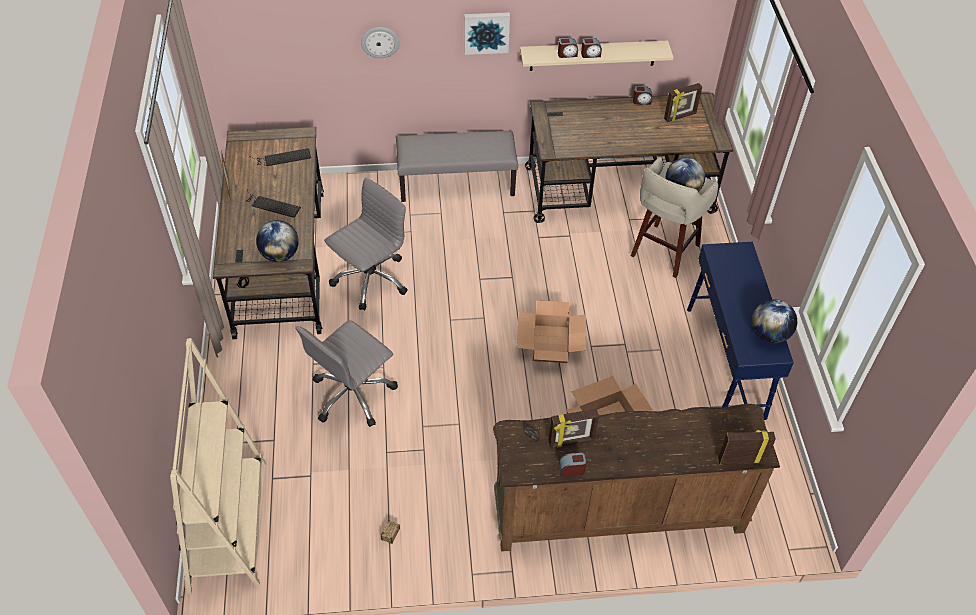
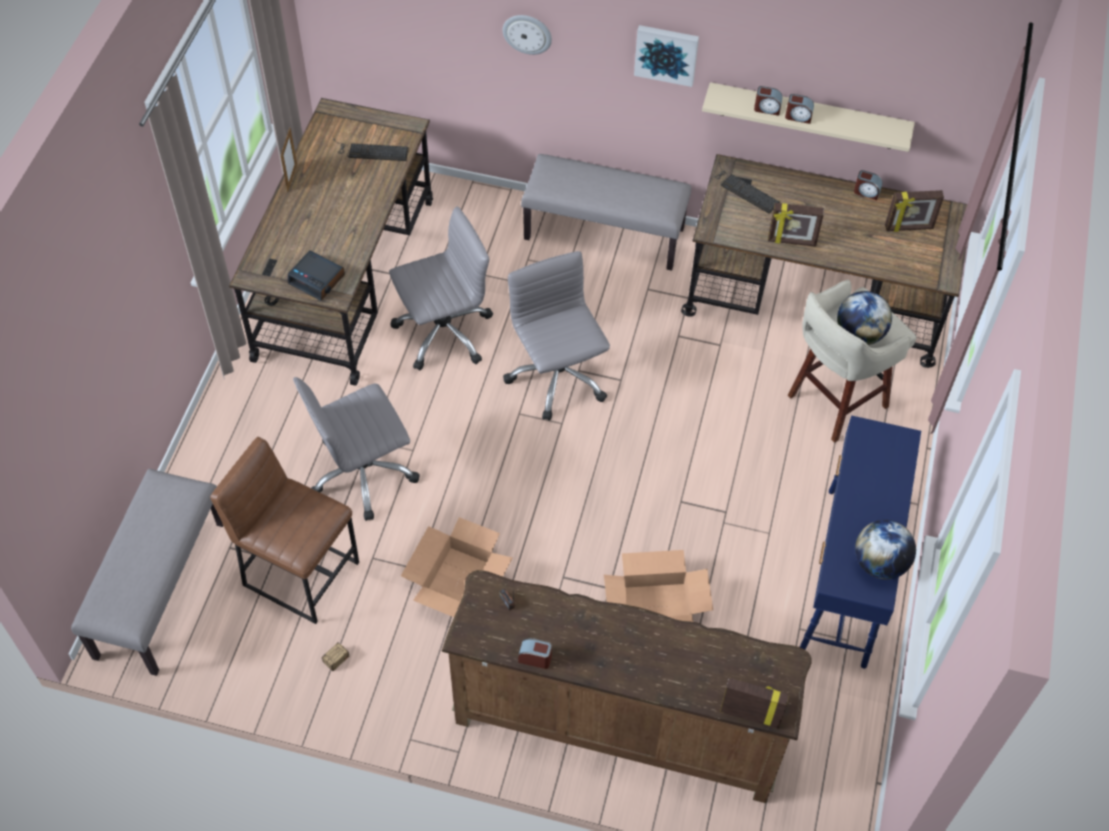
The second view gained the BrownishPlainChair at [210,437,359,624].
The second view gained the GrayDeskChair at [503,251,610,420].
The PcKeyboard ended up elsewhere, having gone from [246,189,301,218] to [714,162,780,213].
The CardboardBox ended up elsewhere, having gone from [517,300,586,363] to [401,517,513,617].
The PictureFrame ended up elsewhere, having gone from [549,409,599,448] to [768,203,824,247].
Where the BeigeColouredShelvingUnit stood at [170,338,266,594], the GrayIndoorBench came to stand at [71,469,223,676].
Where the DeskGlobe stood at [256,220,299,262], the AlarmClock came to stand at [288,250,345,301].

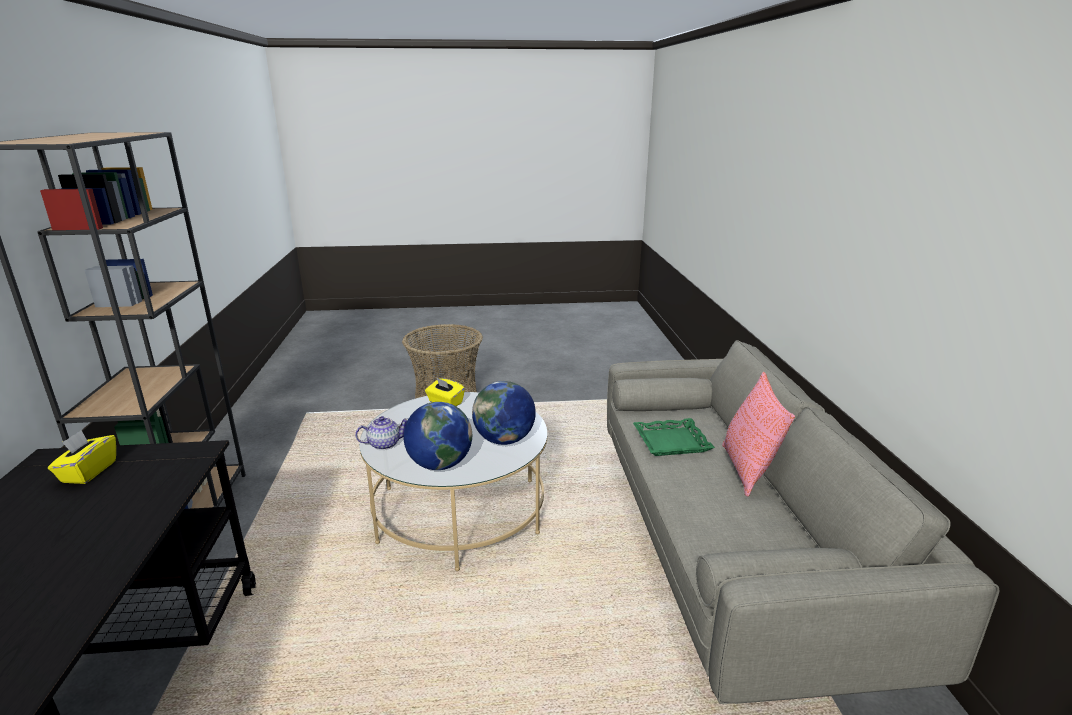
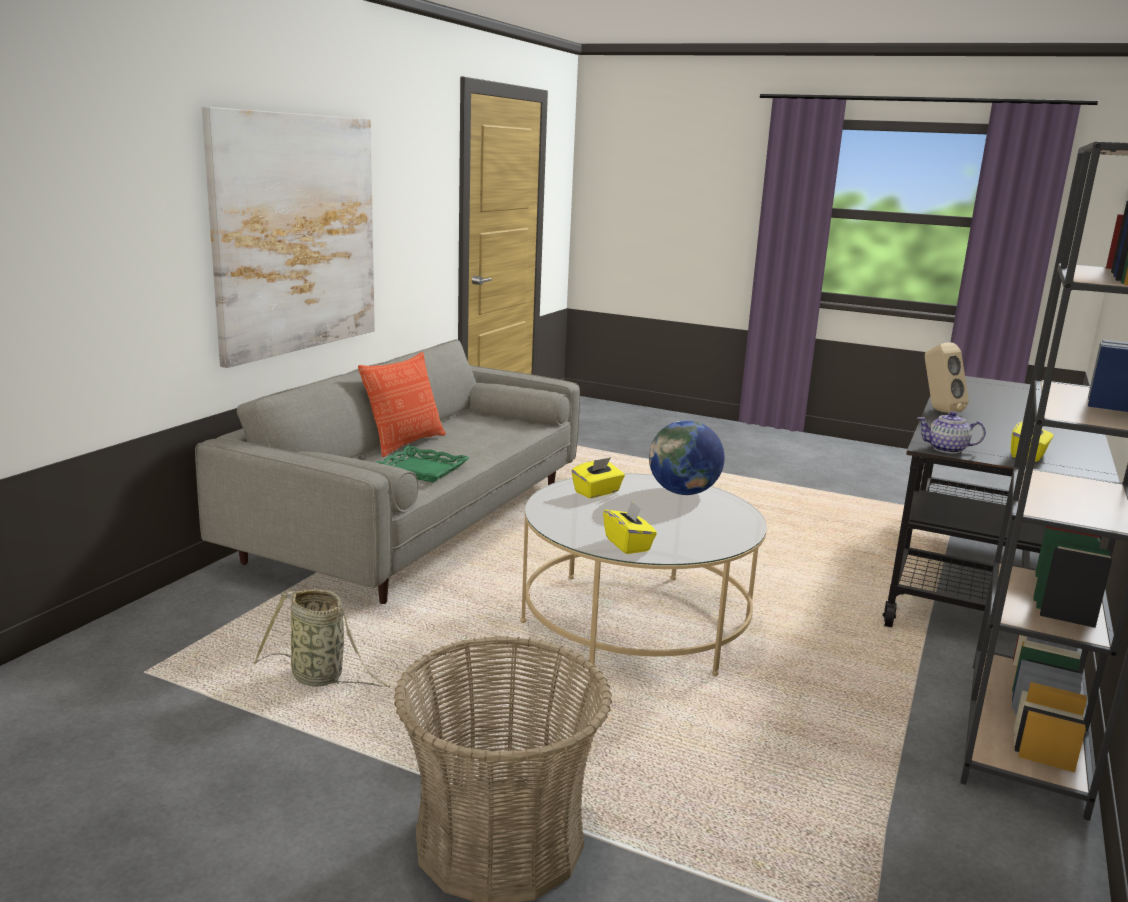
The second view gained the WallPicture at [202,107,375,368].
The second view gained the HouseholdBasket at [254,589,390,687].
The second view gained the BeigeColouredAudioSpeaker at [925,343,969,413].
The PotForTea ended up elsewhere, having gone from [355,416,408,450] to [917,411,986,454].
Where the DeskGlobe stood at [472,381,536,445], the YellowishTissueHolder came to stand at [572,457,625,499].
What was the PinkPillow at [722,372,795,497] turned into the OrangePillow at [358,352,446,457].

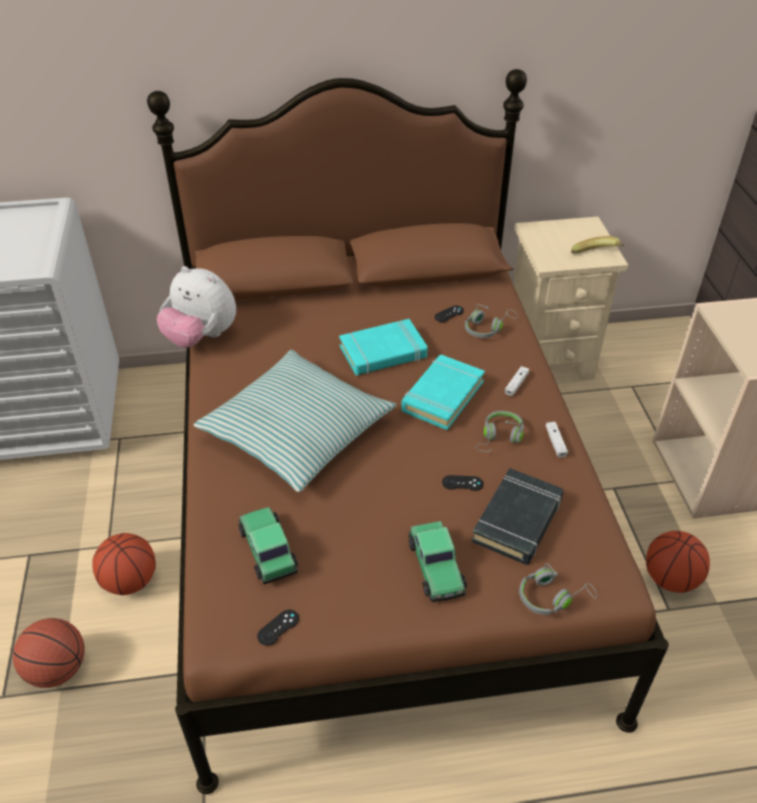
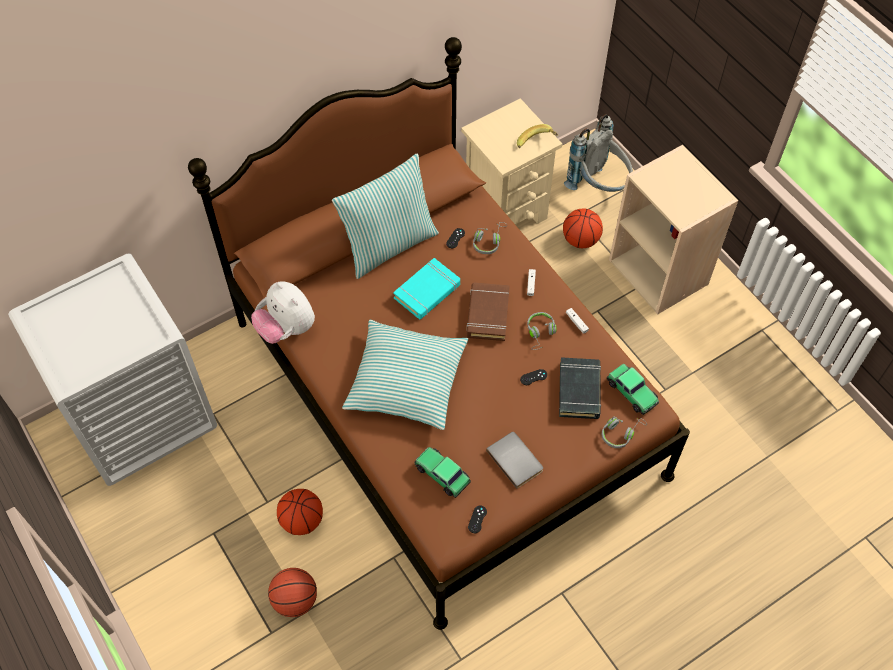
The second view gained the Pillow at [332,153,439,279].
The second view gained the GrayBook at [486,432,543,489].
The second view gained the GrayBackpack at [564,114,633,192].
The ModelCar ended up elsewhere, having gone from [408,521,467,602] to [607,364,659,415].
The BasketballBall ended up elsewhere, having gone from [646,531,710,593] to [563,209,603,248].
What was the BlueGreenBook at [401,355,485,430] turned into the BrownishBook at [467,283,510,341].
The PlushToy at [157,266,236,348] ended up facing another way, 45 degrees clockwise from before.

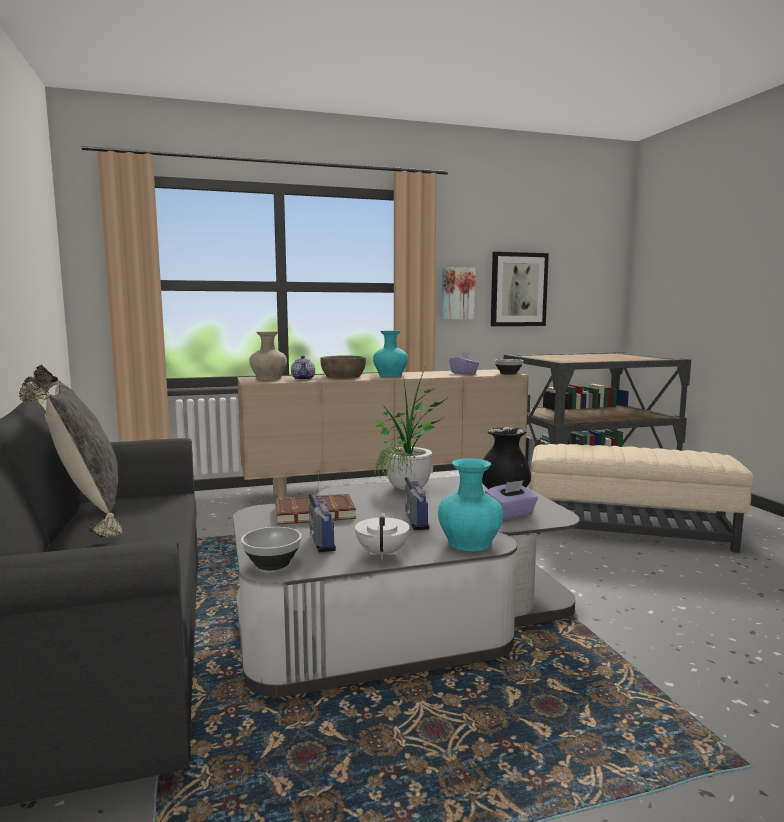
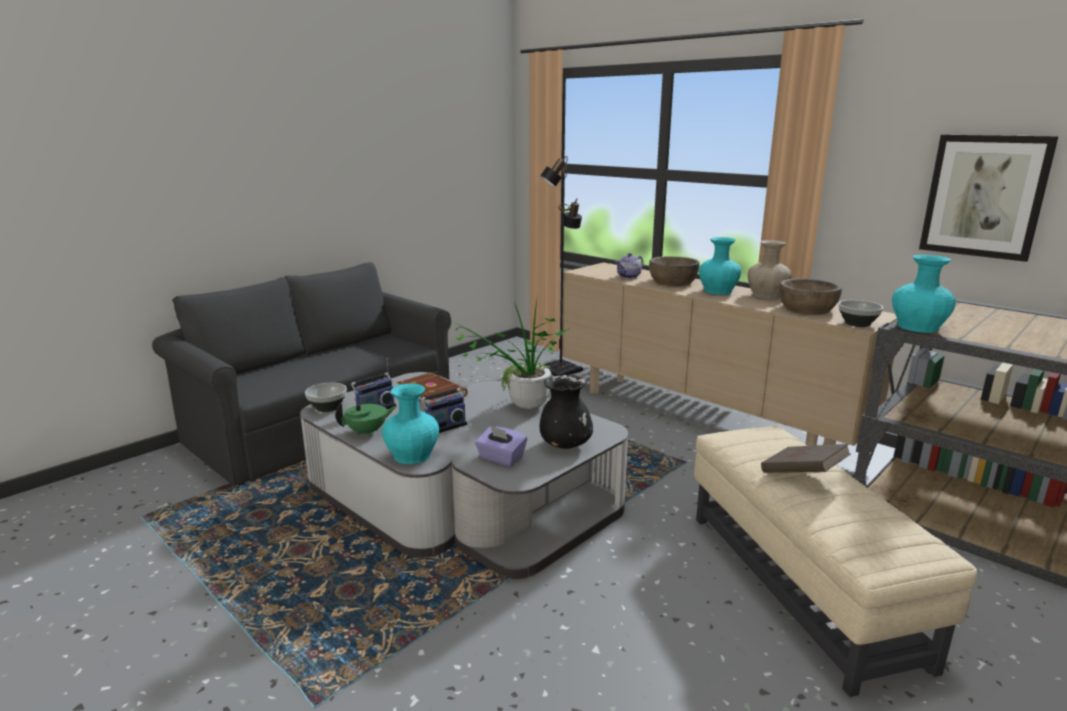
The second view lost the Pillow at [17,365,123,538].
The second view lost the WallPicture at [442,267,476,320].
The second view gained the BlackFloorLamp at [540,156,583,376].
The second view gained the BrownishBook at [761,444,851,473].
The second view gained the BlueGreenFlowerVase at [892,255,956,333].
The BeigeColouredFlowerVase ended up elsewhere, having gone from [250,331,287,380] to [748,240,792,299].
Where the PurplishTissueHolder stood at [449,352,479,375], the BrownishServingBowl came to stand at [779,279,842,315].
What was the WhitePotForTea at [355,513,410,559] turned into the GreenPotForTea at [335,403,397,437].

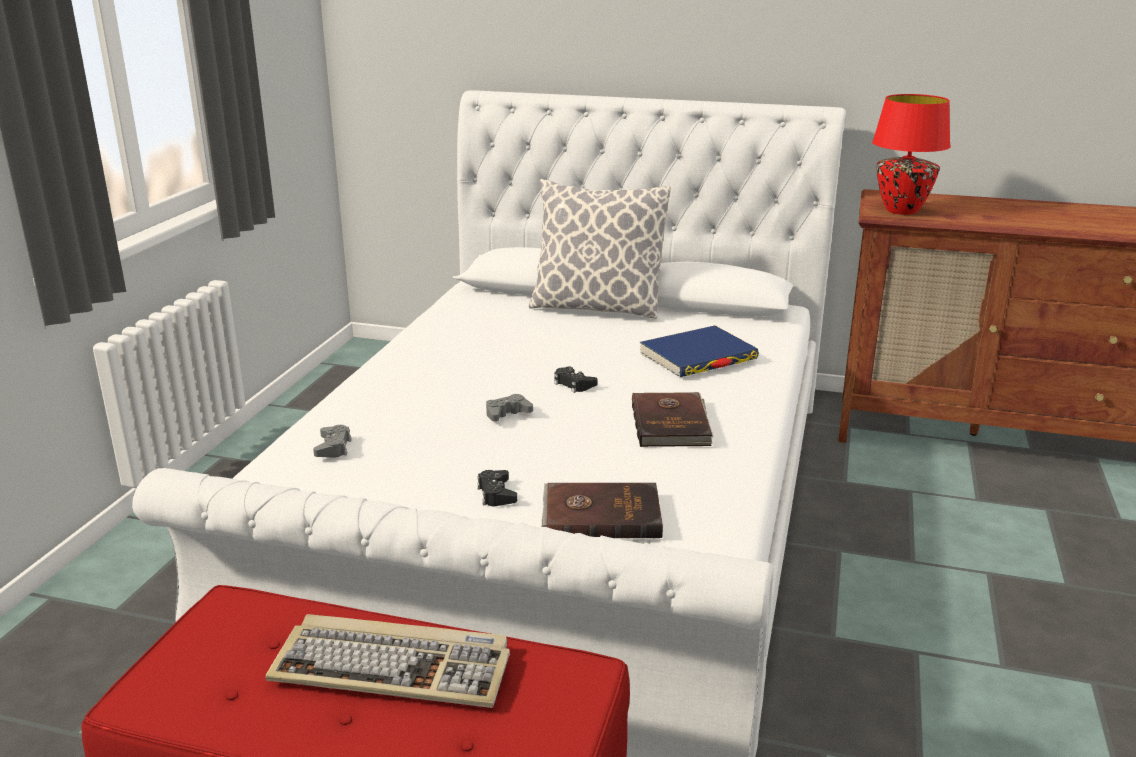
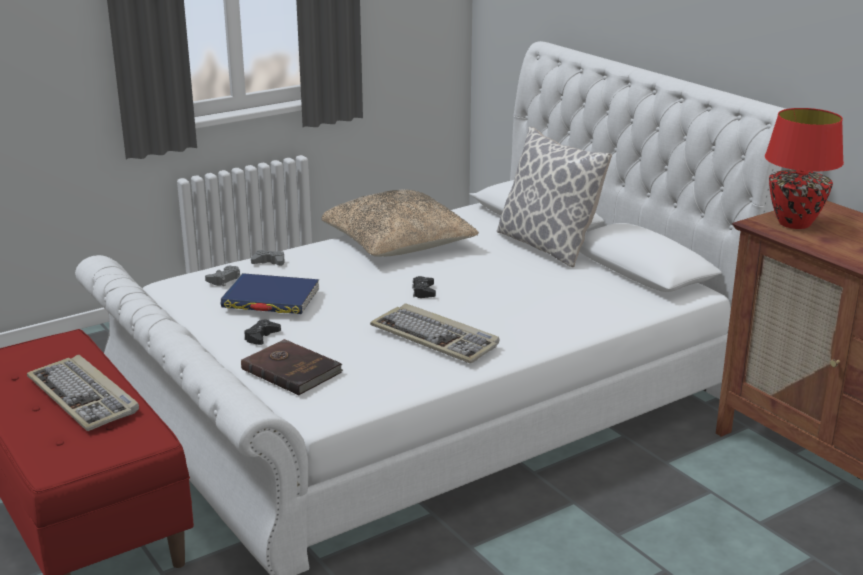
The second view gained the BeigeColouredPillow at [321,190,479,257].
The GrayGameController ended up elsewhere, having gone from [486,394,533,421] to [251,250,285,266].
The BlueBook ended up elsewhere, having gone from [640,326,759,377] to [221,273,319,314].
Where the BrownishBook stood at [632,392,713,447], the PcKeyboard came to stand at [370,303,499,364].

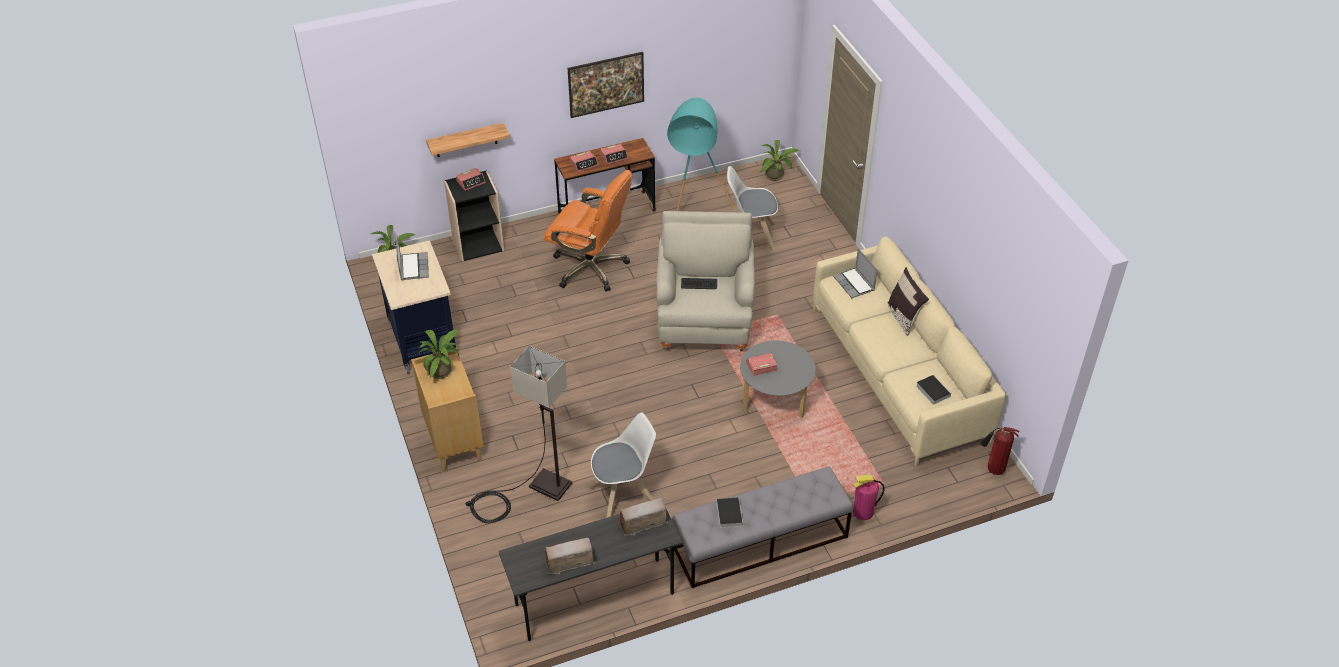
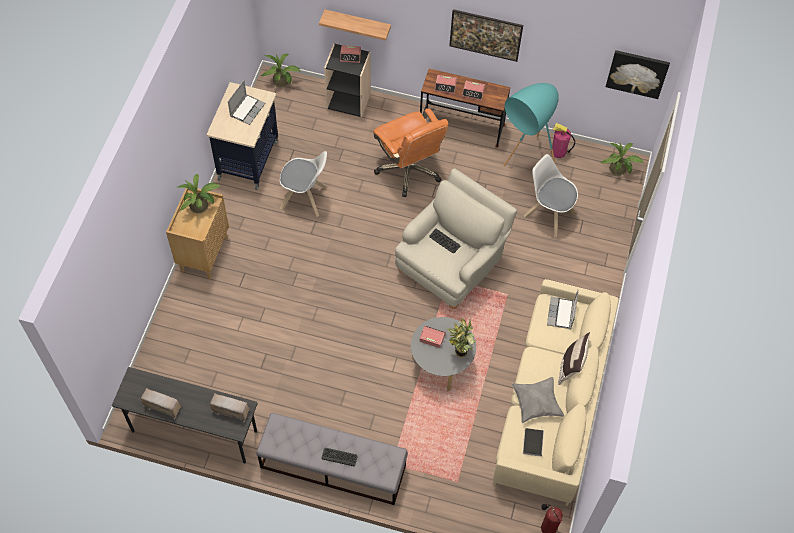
The second view lost the FloorLamp at [466,346,572,523].
The second view lost the Book at [717,497,743,528].
The second view gained the PcKeyboard at [321,448,358,466].
The second view gained the Houseplant at [447,318,476,358].
The second view gained the GrayPillow at [512,377,564,423].
The second view gained the WallPicture at [606,50,670,99].
The PlainChair ended up elsewhere, having gone from [588,413,656,518] to [280,151,327,217].
The Extinguisher ended up elsewhere, having gone from [853,475,885,520] to [551,123,575,158].

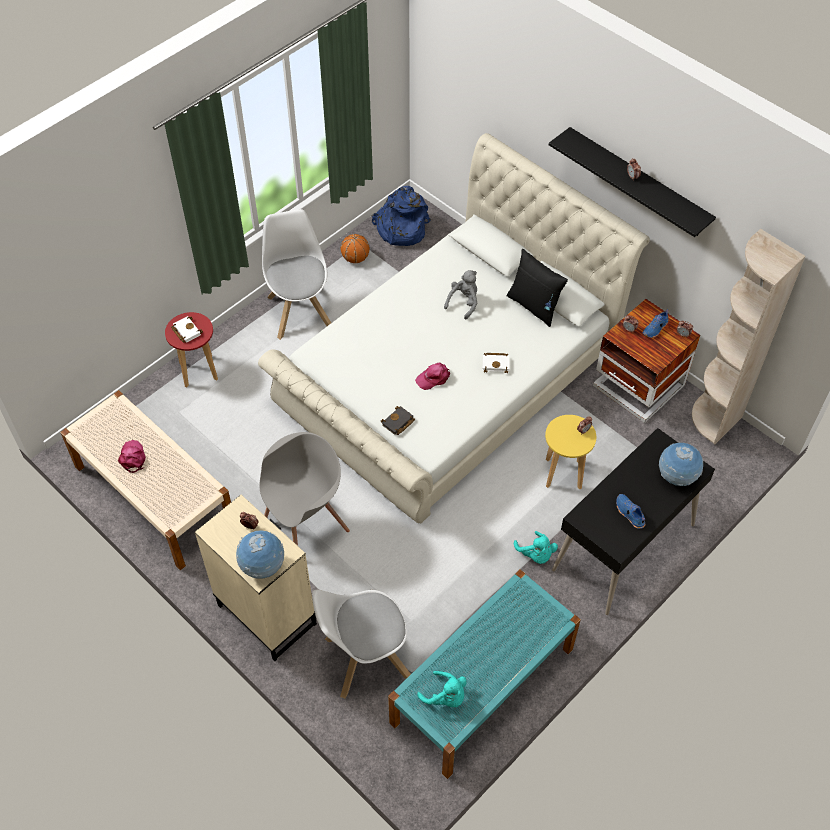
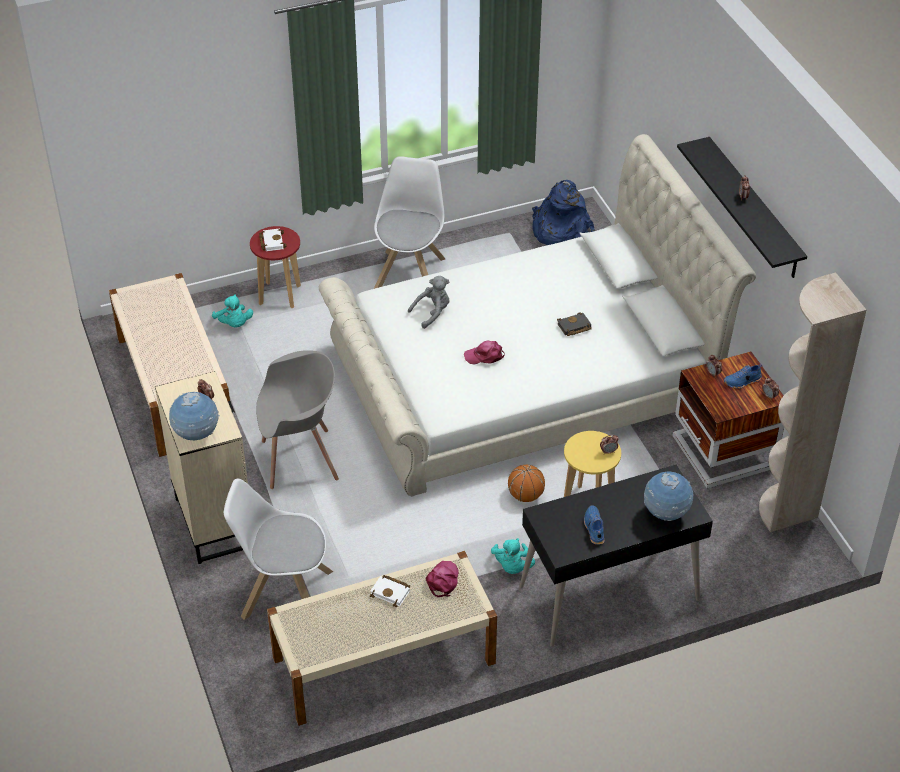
The second view lost the BlackPillow at [506,249,568,327].
The PinkCap ended up elsewhere, having gone from [118,440,146,473] to [426,561,459,597].
The BasketballBall ended up elsewhere, having gone from [341,234,370,263] to [508,465,545,502].
The BlackBook ended up elsewhere, having gone from [381,406,415,435] to [557,312,592,336].
The BlueGreenPlushToy ended up elsewhere, having gone from [417,671,467,708] to [212,295,253,327].
The GrayPlushToy ended up elsewhere, having gone from [444,270,477,320] to [408,276,449,329].
The WhiteBook ended up elsewhere, having gone from [483,353,509,373] to [370,575,410,607].
What was the BlueGreenIndoorBench at [388,569,581,779] turned into the BeigeColouredIndoorBench at [267,551,497,726].

